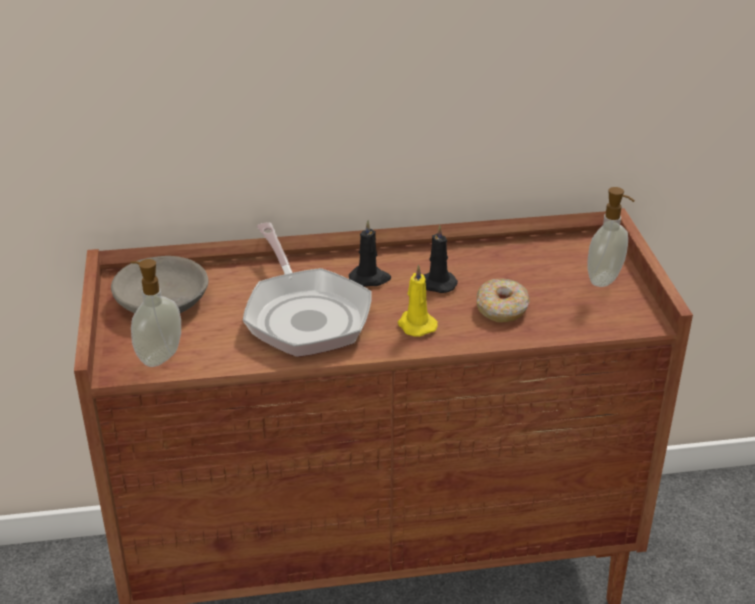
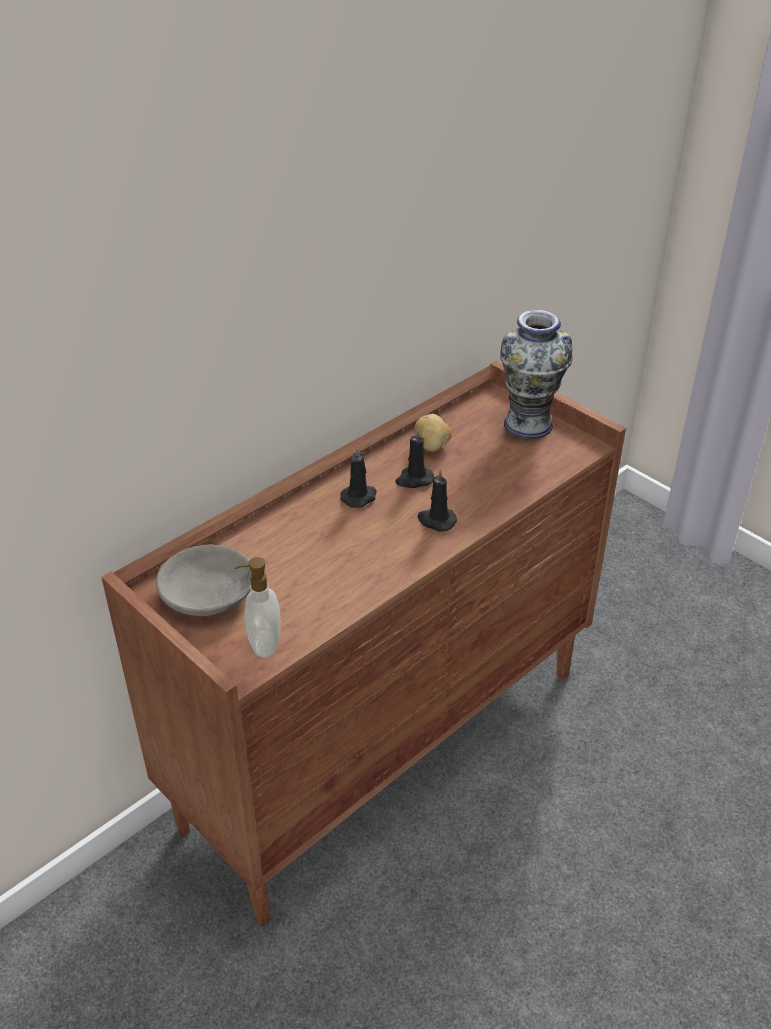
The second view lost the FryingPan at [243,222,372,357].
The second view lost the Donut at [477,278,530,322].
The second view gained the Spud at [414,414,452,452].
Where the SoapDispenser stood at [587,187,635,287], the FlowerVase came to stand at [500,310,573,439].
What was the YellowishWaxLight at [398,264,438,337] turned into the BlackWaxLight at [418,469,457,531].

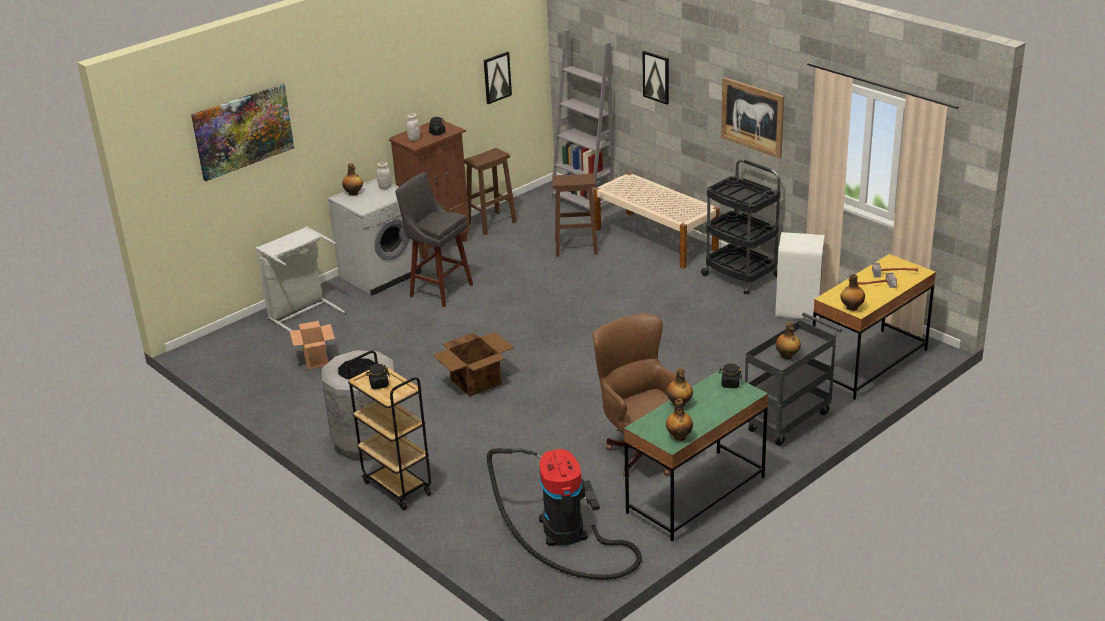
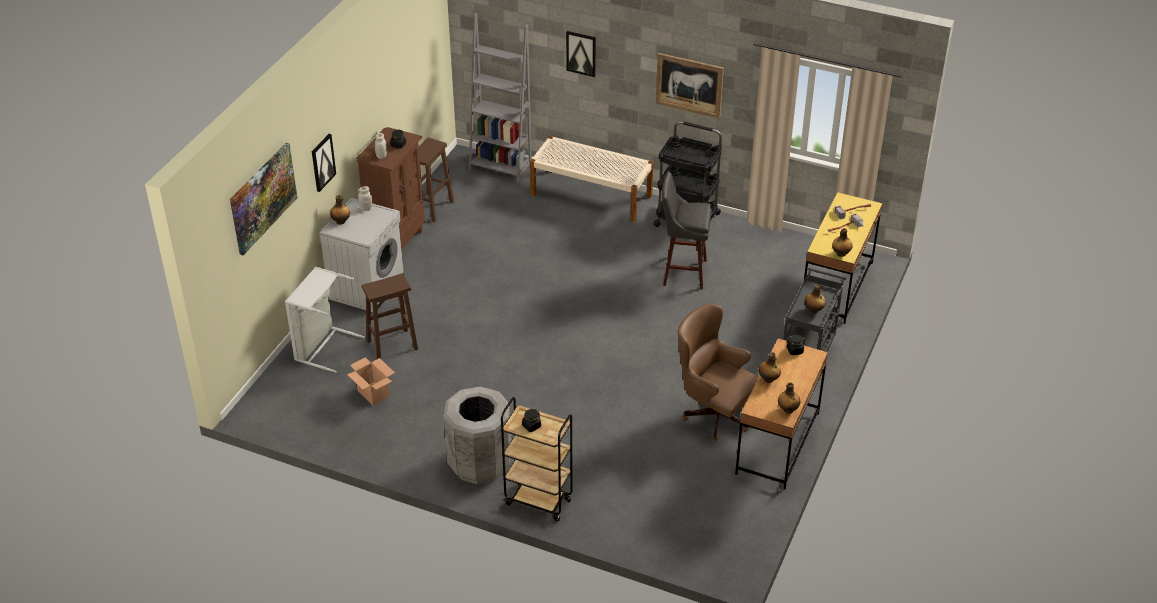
The second view lost the CardboardBox at [433,332,514,397].
The second view lost the Vacuum at [487,448,642,580].
The second view lost the WhiteWasteBin at [775,232,825,320].
The GrayStoolSeat ended up elsewhere, having gone from [396,172,473,307] to [662,171,712,290].
The WallPicture ended up elsewhere, having gone from [484,52,512,104] to [312,134,336,192].
The BrownishStoolSeat ended up elsewhere, having gone from [552,173,598,257] to [361,273,418,359].
What was the GreenDesk at [624,370,768,541] turned into the BrownishDesk at [735,338,828,490].

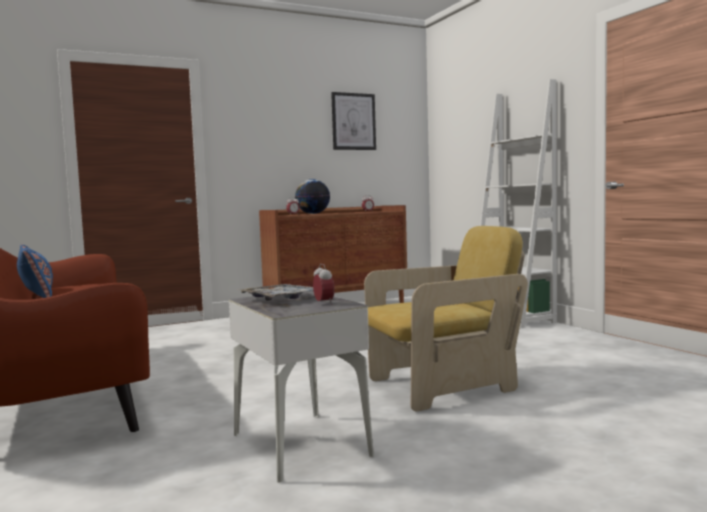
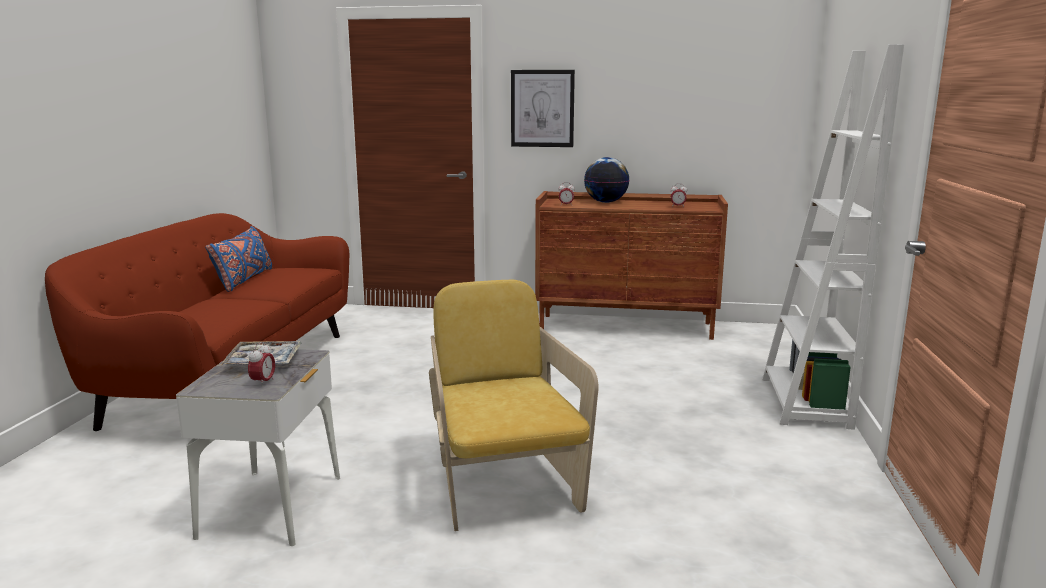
The WallPicture ended up elsewhere, having gone from [331,92,376,150] to [511,70,575,147].
The YellowishArmchair at [364,226,528,412] ended up facing another way, 120 degrees counterclockwise from before.

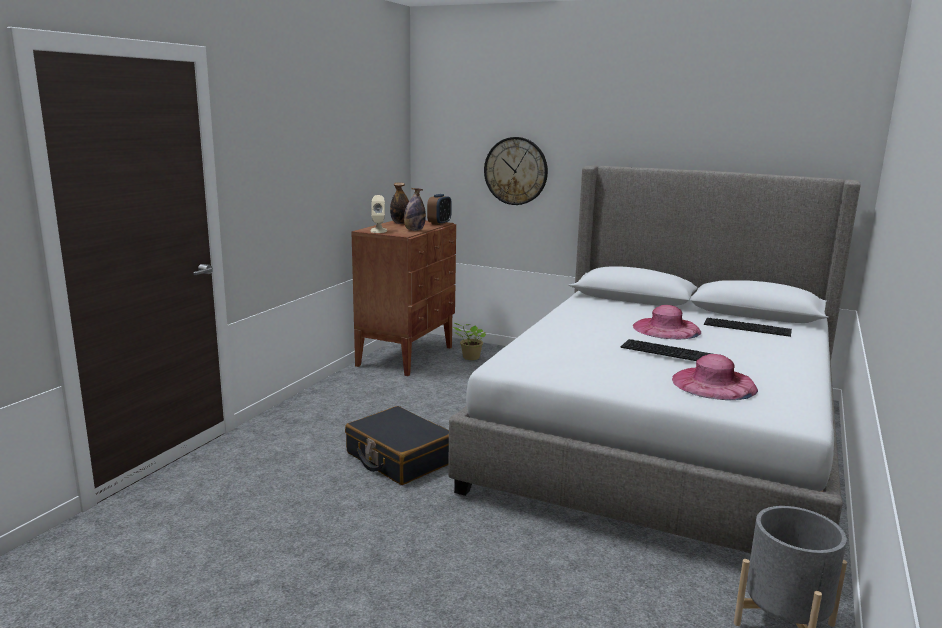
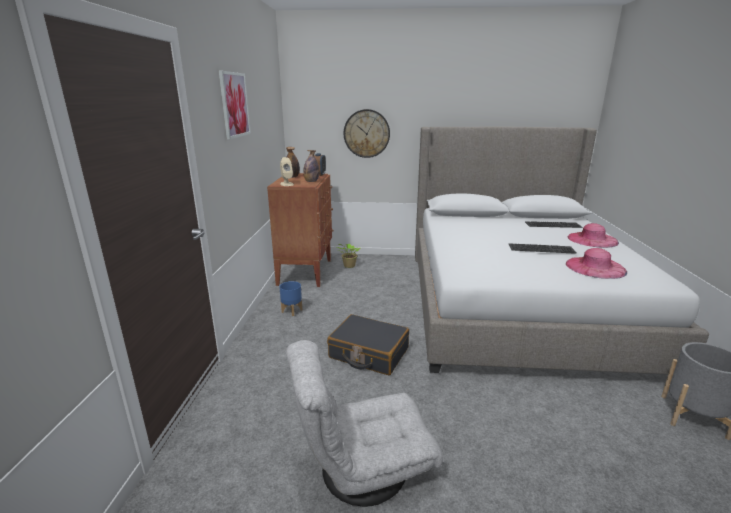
The second view gained the WallPicture at [219,71,251,139].
The second view gained the BluePlanter at [279,281,302,316].
The second view gained the GrayArmchair at [286,340,443,507].
The PinkClothingHat ended up elsewhere, having gone from [633,305,701,339] to [568,223,619,248].

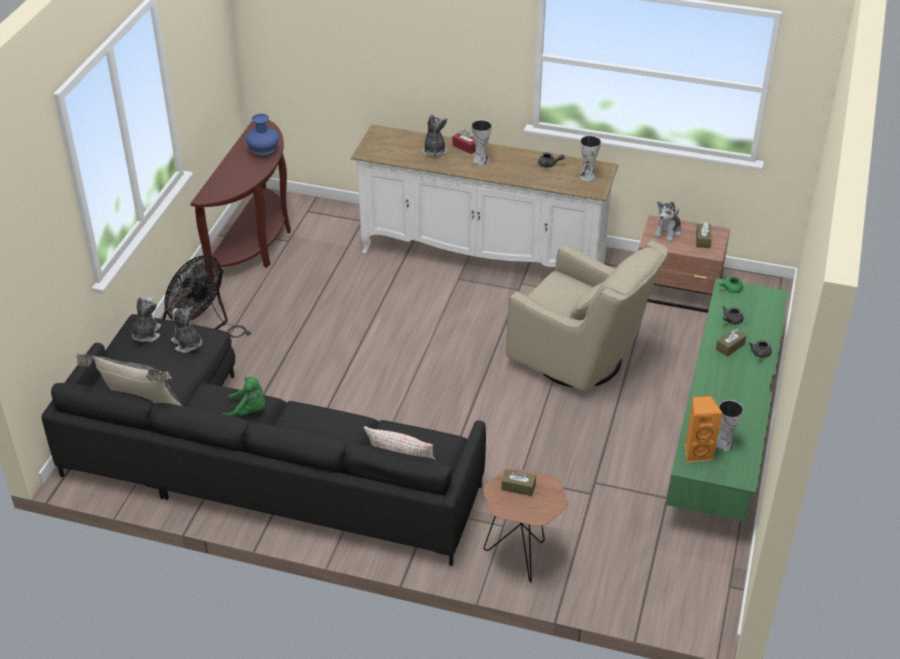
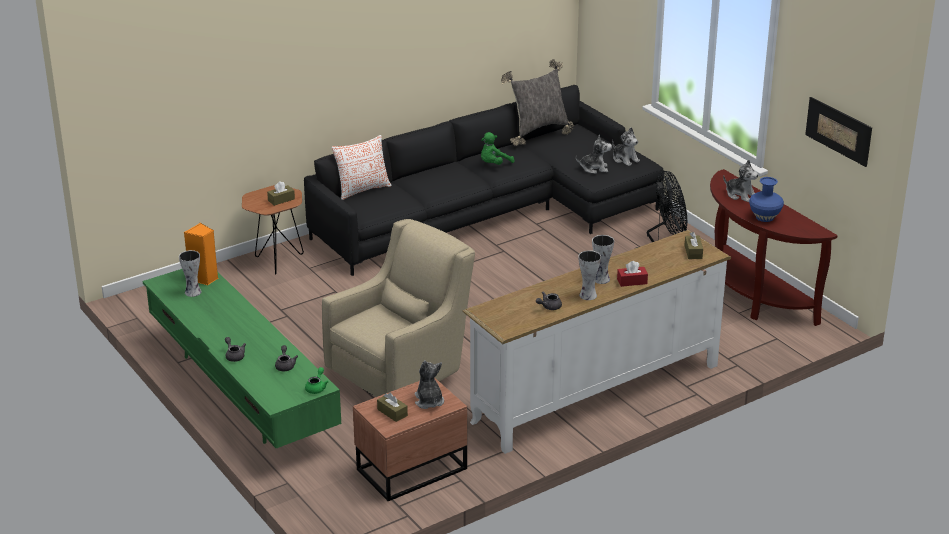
The second view gained the WallPicture at [805,97,872,167].
The PlushToy ended up elsewhere, having gone from [422,114,447,157] to [723,160,758,202].
The FlowerVase ended up elsewhere, having gone from [580,135,601,181] to [578,250,601,300].
The BrownishTissueHolder ended up elsewhere, having gone from [716,329,746,357] to [684,232,703,259].
The BeigeColouredArmchair at [506,240,668,391] ended up facing another way, 150 degrees clockwise from before.

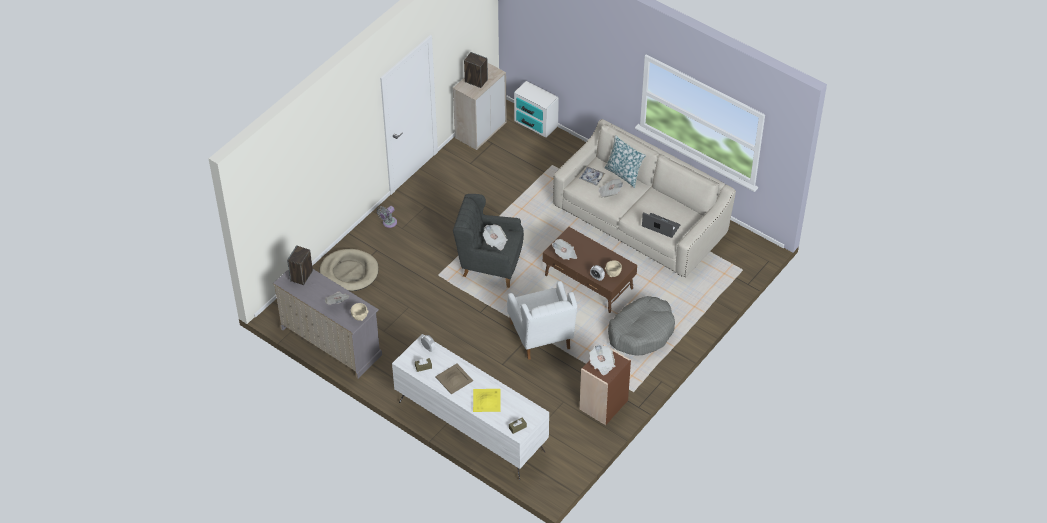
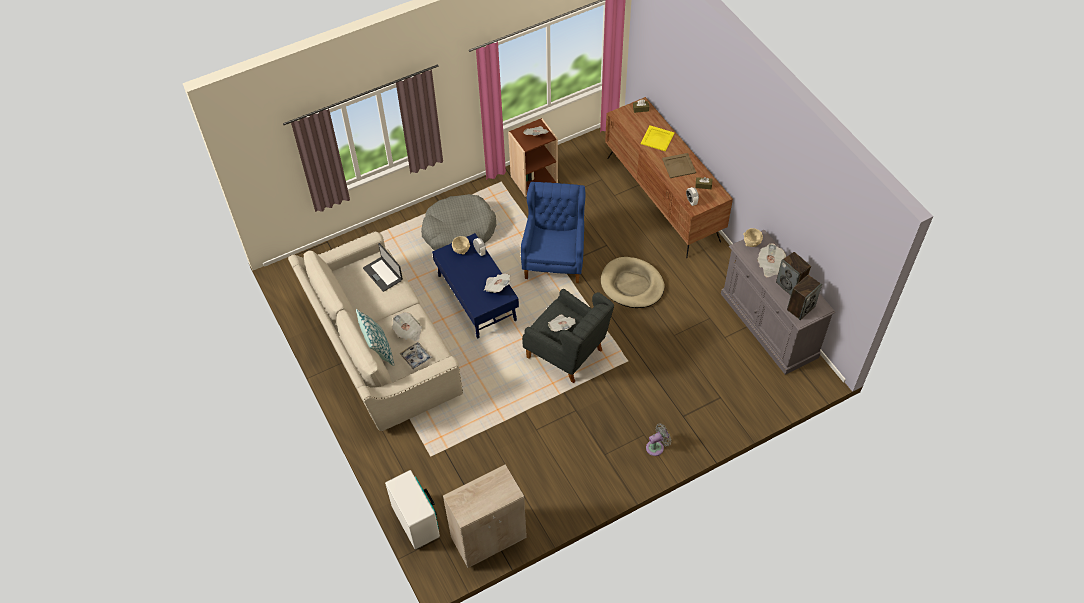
The BeigeColouredDogBed ended up elsewhere, having gone from [319,249,378,291] to [601,257,665,308].
The AudioSpeaker ended up elsewhere, having gone from [464,52,488,88] to [776,252,811,295].
What was the WhiteTvStand at [392,334,549,480] turned into the BrownishTvStand at [605,97,733,258].
What was the WhiteArmchair at [507,281,577,360] turned into the BlueArmchair at [521,182,585,283].
What was the BrownishLowTable at [543,227,637,313] turned into the BlueLowTable at [432,233,519,338].

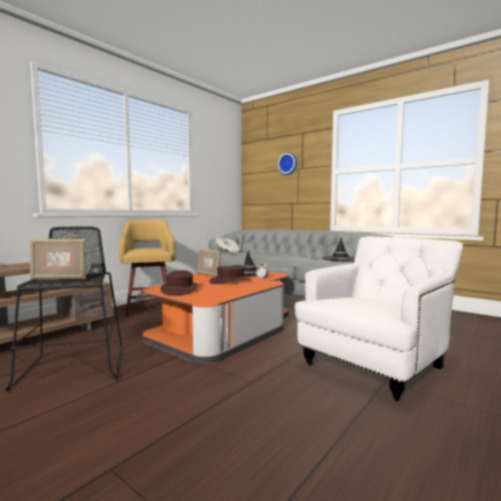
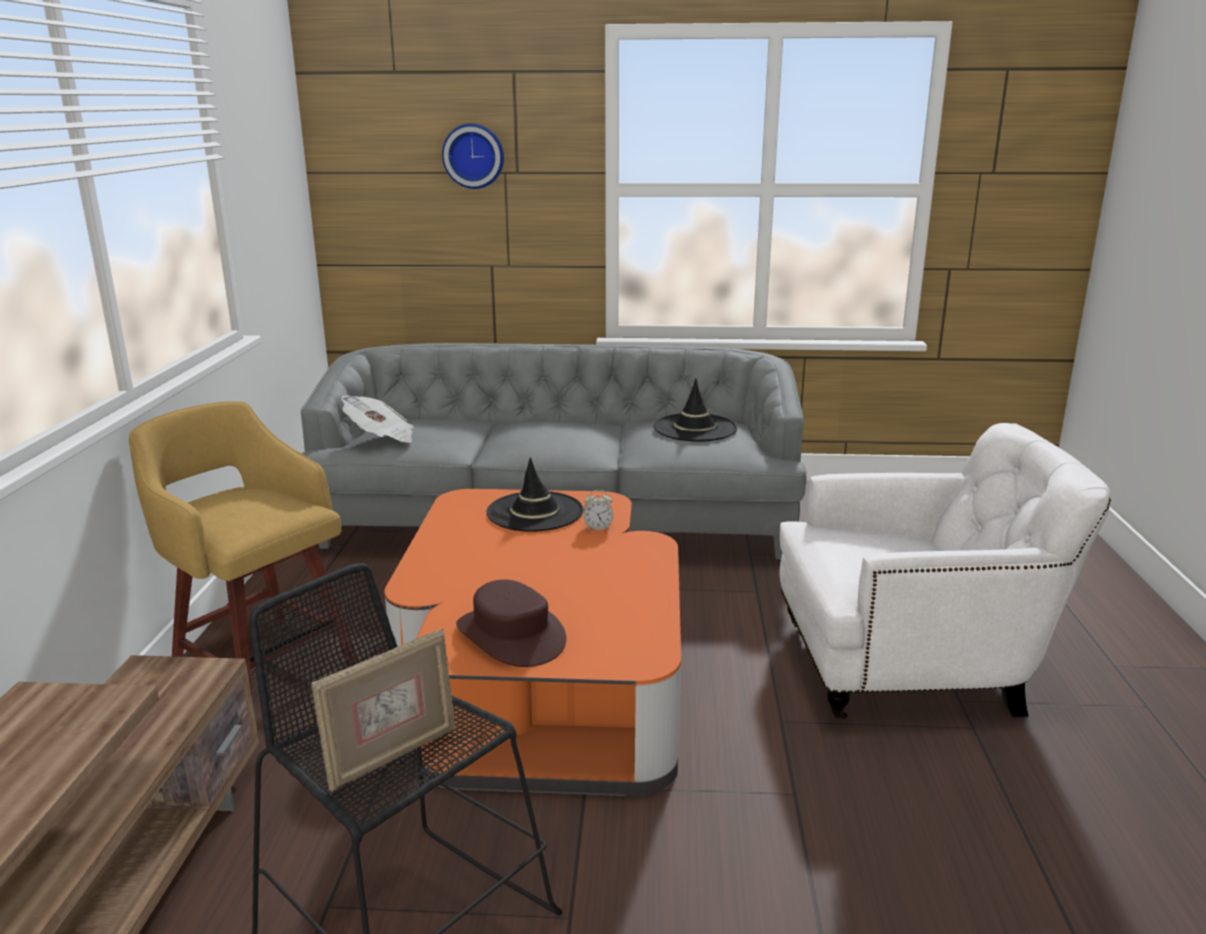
The second view lost the PictureFrame at [197,248,221,277].
The second view lost the BrownishClothingHat at [209,265,251,284].
The WhiteArmchair at [295,236,463,401] ended up facing another way, 75 degrees clockwise from before.

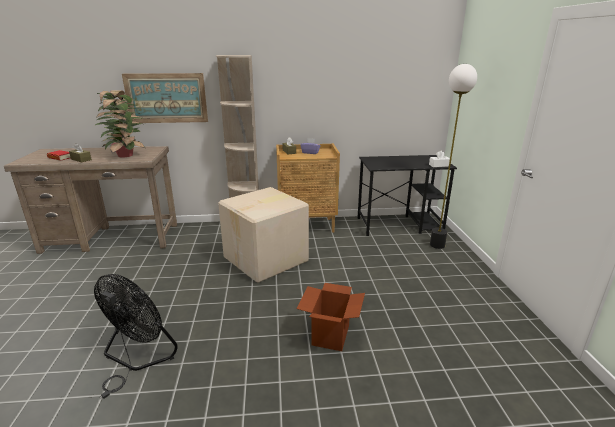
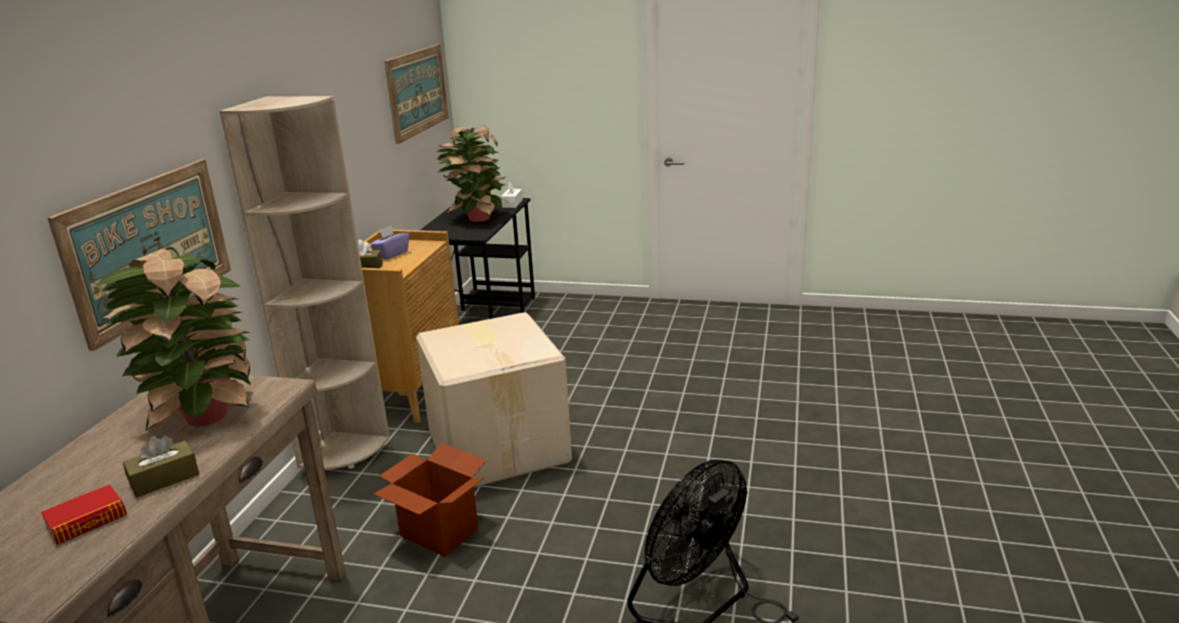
The second view lost the FloorLamp at [430,64,477,249].
The second view gained the WallPicture at [384,44,448,144].
The second view gained the Houseplant at [436,125,508,222].
The CardboardBox ended up elsewhere, having gone from [297,283,365,351] to [373,443,487,557].

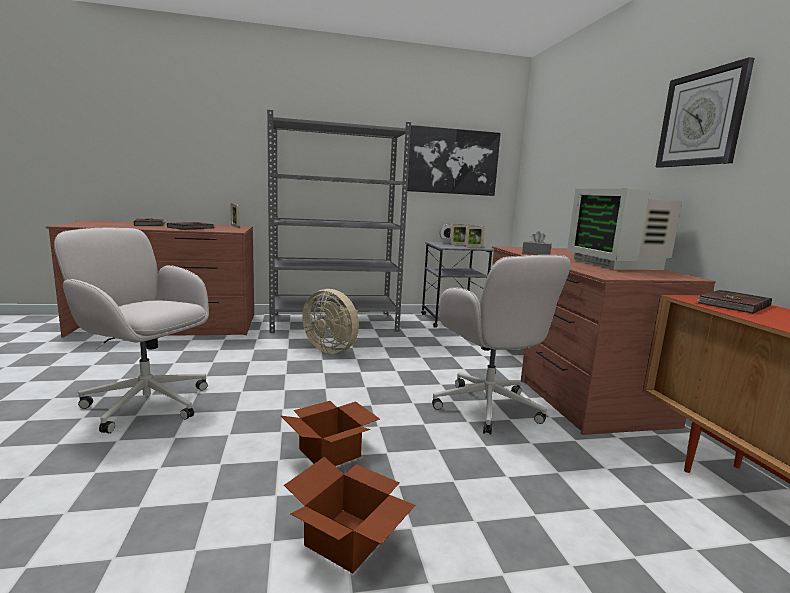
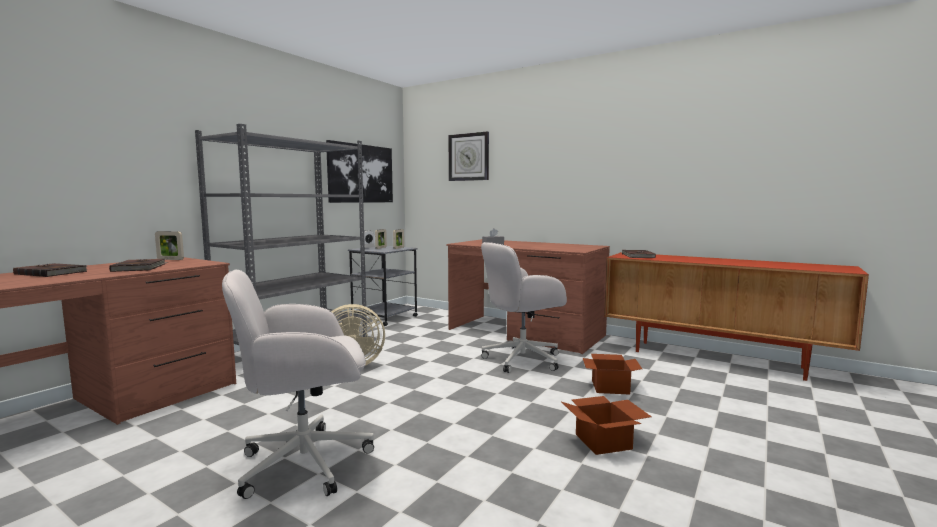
The second view lost the ComputerDisplay at [567,189,682,270].
The CardboardBox ended up elsewhere, having gone from [281,401,380,466] to [583,354,642,395].
The HangingClock ended up elsewhere, having gone from [656,57,755,168] to [449,132,489,181].
The WhiteDeskChair at [432,255,571,434] ended up facing another way, 135 degrees clockwise from before.

